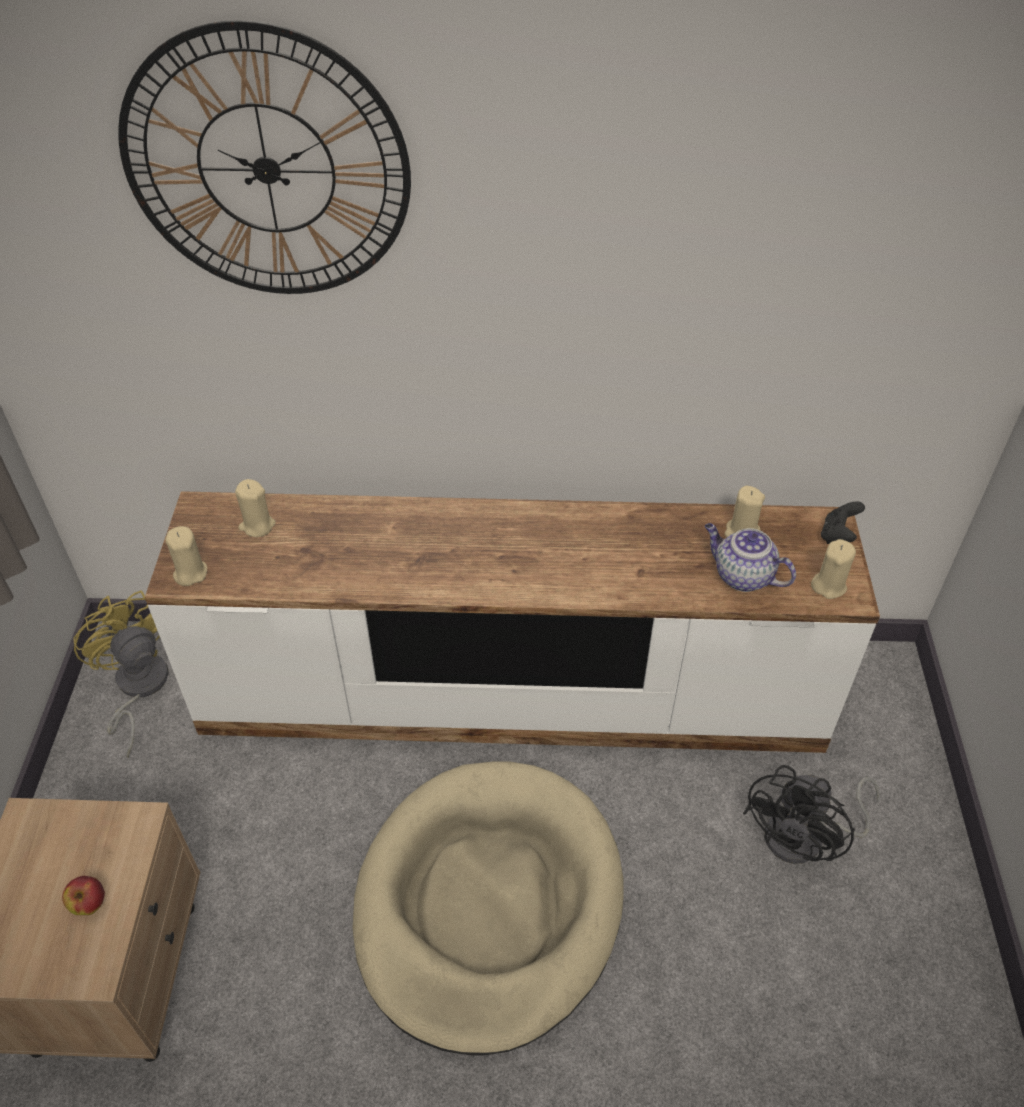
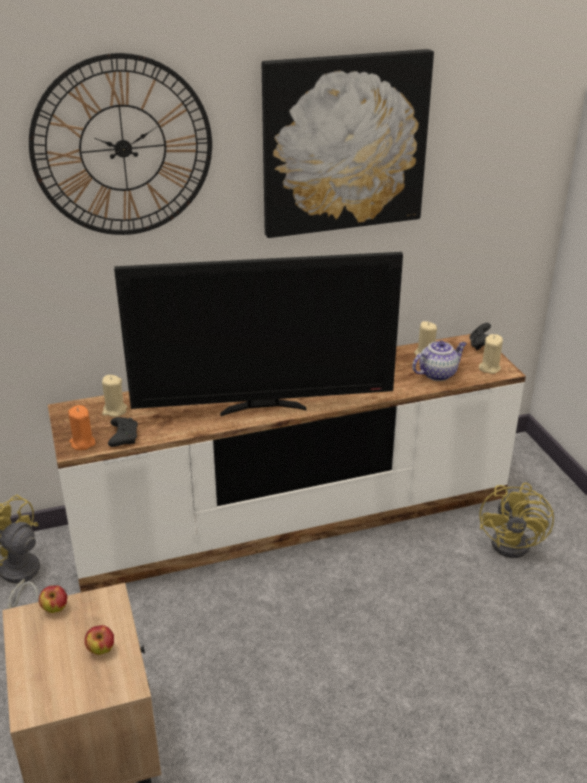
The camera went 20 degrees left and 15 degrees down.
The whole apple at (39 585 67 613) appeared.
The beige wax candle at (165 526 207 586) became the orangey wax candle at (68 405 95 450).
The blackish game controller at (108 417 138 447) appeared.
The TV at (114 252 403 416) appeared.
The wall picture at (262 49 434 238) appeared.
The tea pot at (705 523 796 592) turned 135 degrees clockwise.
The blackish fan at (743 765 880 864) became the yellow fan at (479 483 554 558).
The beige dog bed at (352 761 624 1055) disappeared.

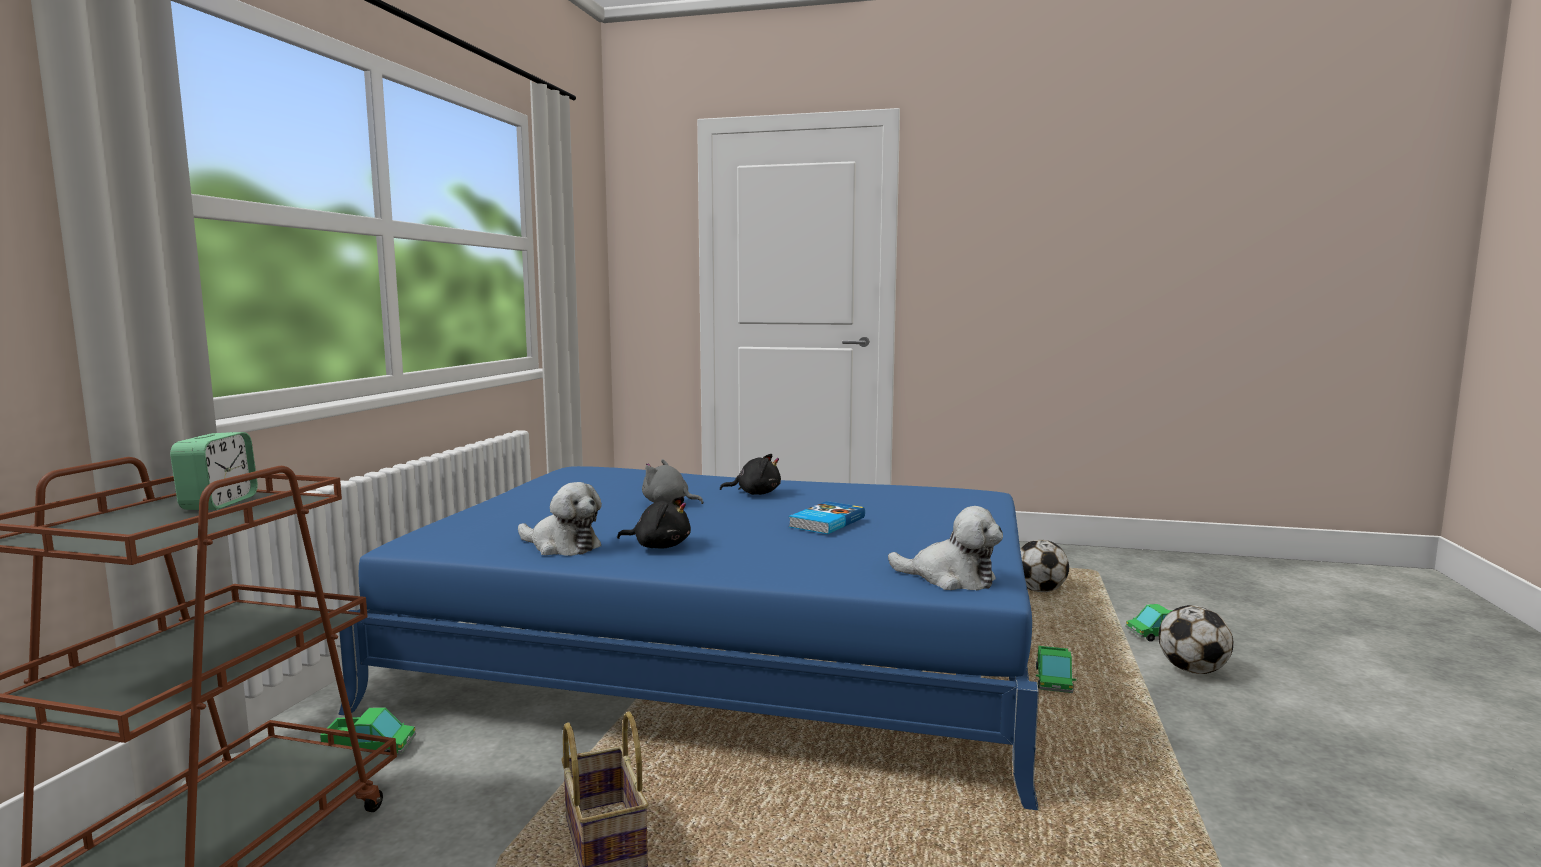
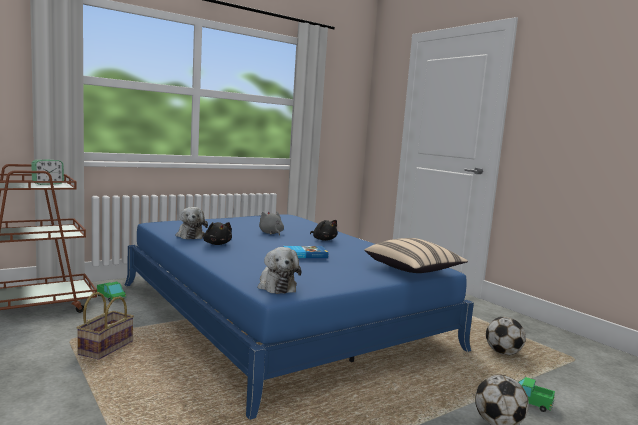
The camera went 40 degrees right and 0 degrees up.
The beige pillow at (364 238 468 273) appeared.
The toy truck at (1036 646 1076 693) disappeared.

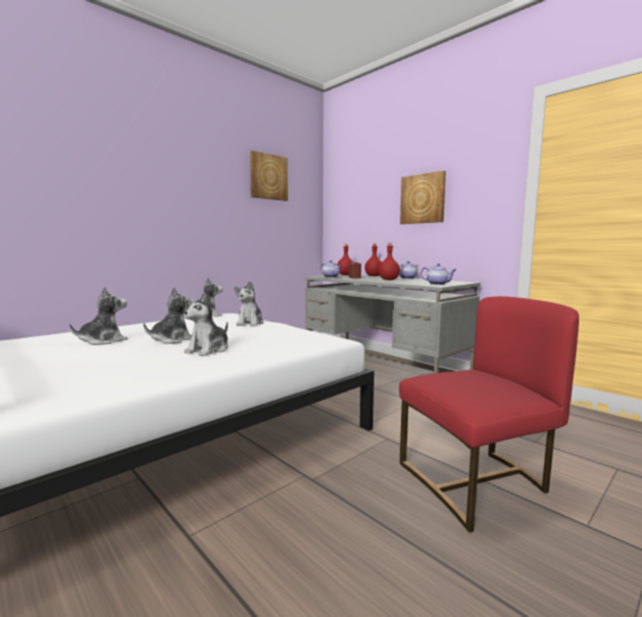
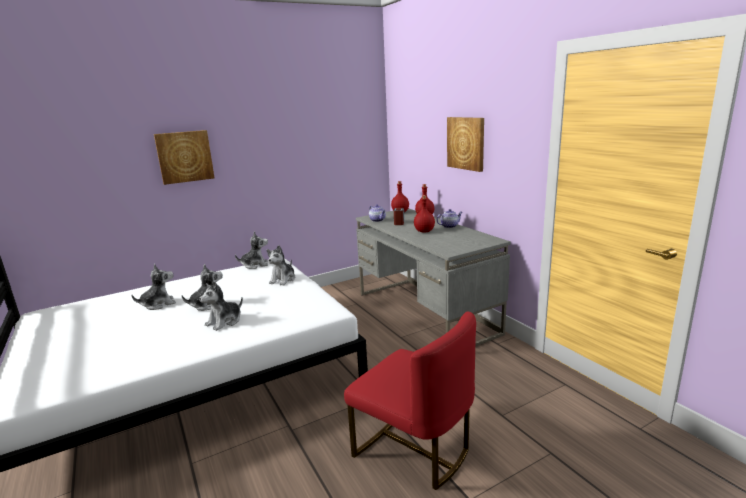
The camera went 15 degrees right and 10 degrees up.
The wall picture moved from (250 151 288 201) to (154 130 215 185).
The reddish chair at (399 296 579 533) turned 45 degrees clockwise.
The tea pot at (421 263 456 285) disappeared.

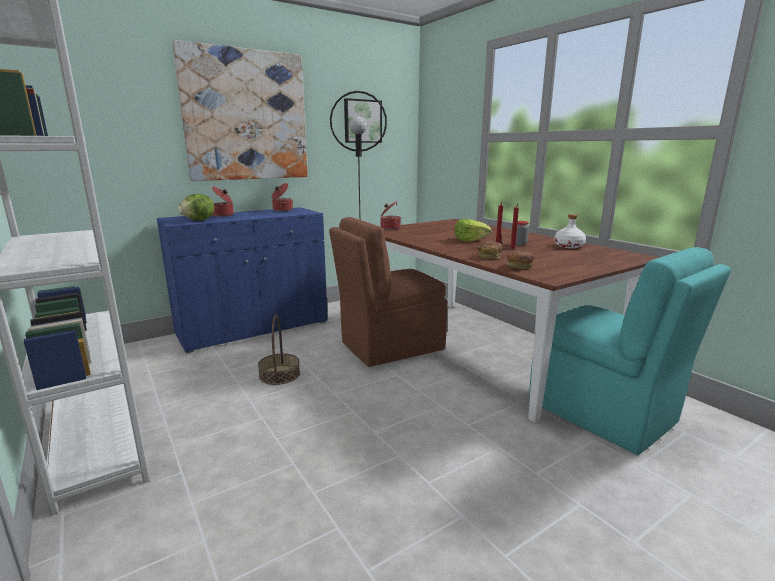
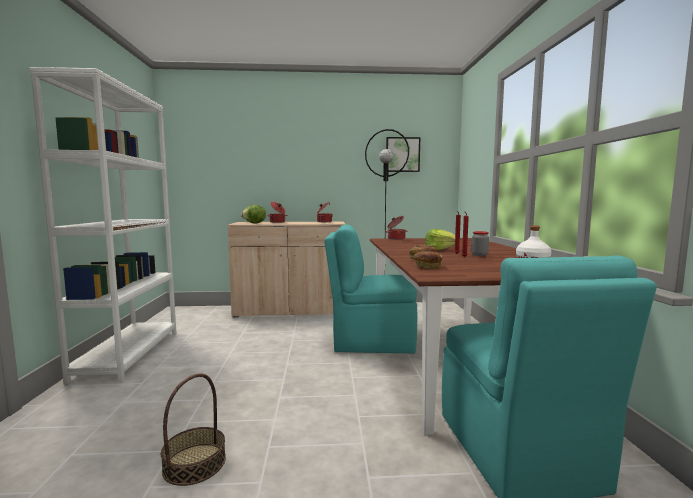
The camera went 30 degrees right and 10 degrees down.
The household basket moved from (258 315 300 385) to (161 373 226 486).
The blue cupboard at (157 207 328 353) became the beige cupboard at (228 222 346 318).
The brown chair at (329 217 447 367) became the blue-green chair at (324 225 417 354).
The wall picture at (172 40 308 181) disappeared.

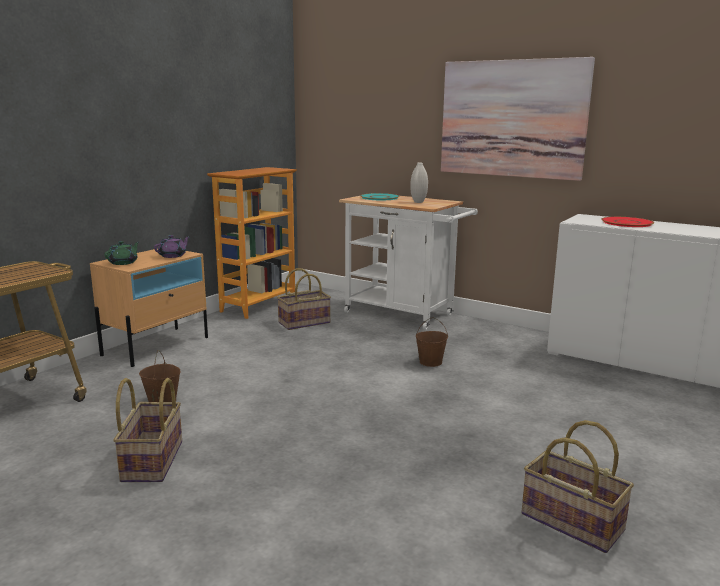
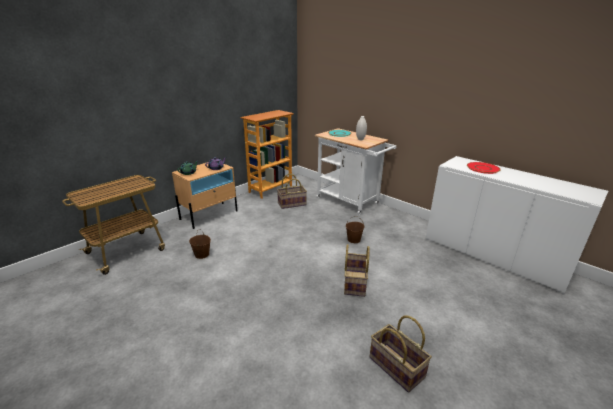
The camera went 10 degrees right and 10 degrees up.
The household basket moved from (113 378 182 482) to (344 244 370 297).
The wall picture at (441 57 595 181) disappeared.

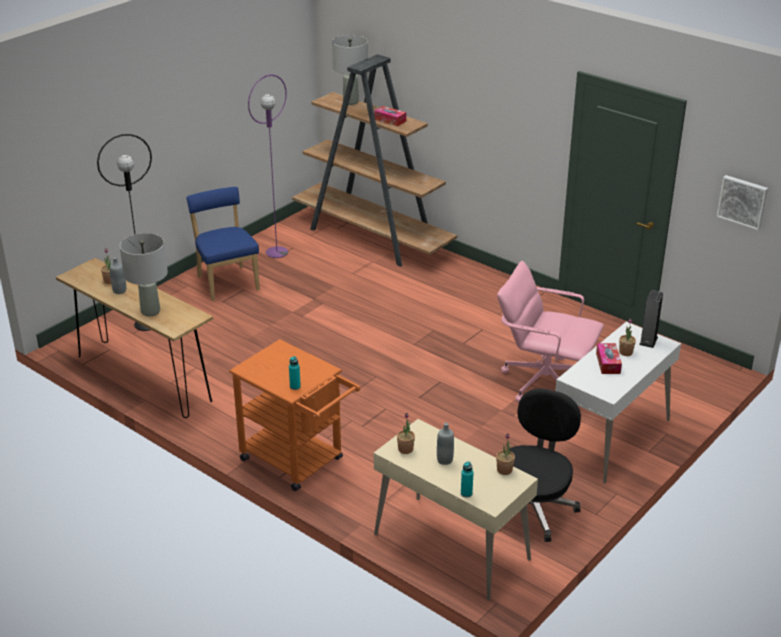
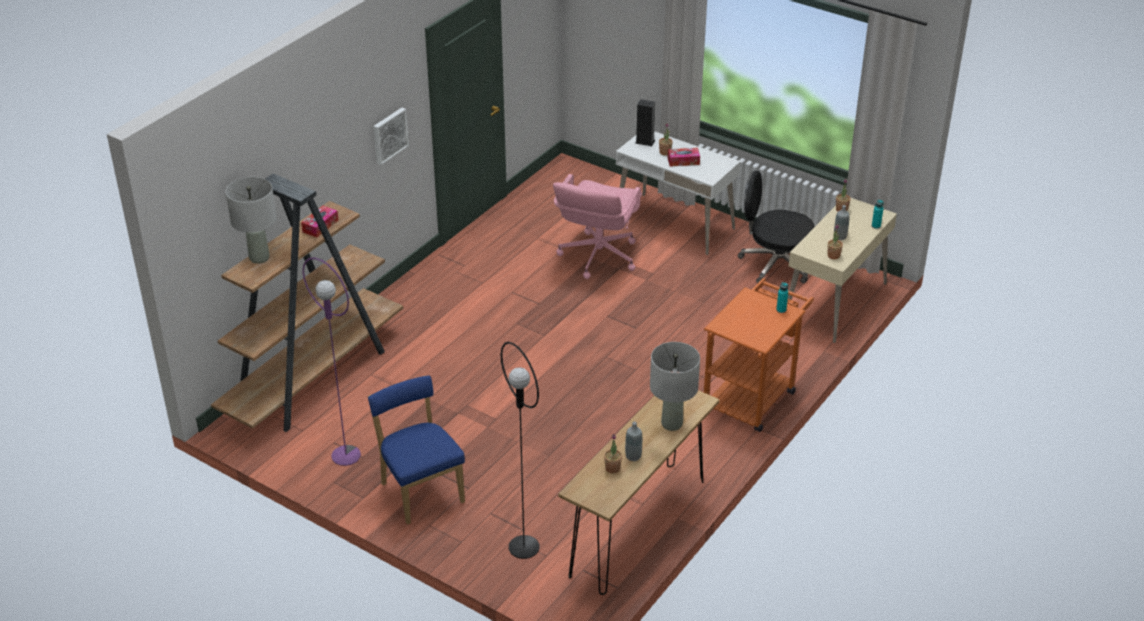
The camera went 95 degrees left and 5 degrees up.
The blue chair at (187 187 260 301) turned 90 degrees clockwise.
The wall picture moved from (717 175 768 230) to (374 108 409 165).

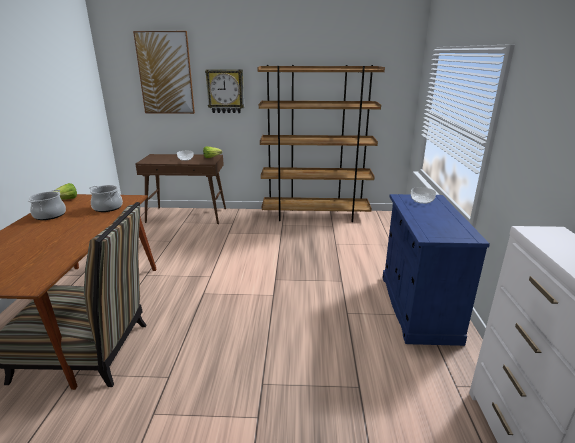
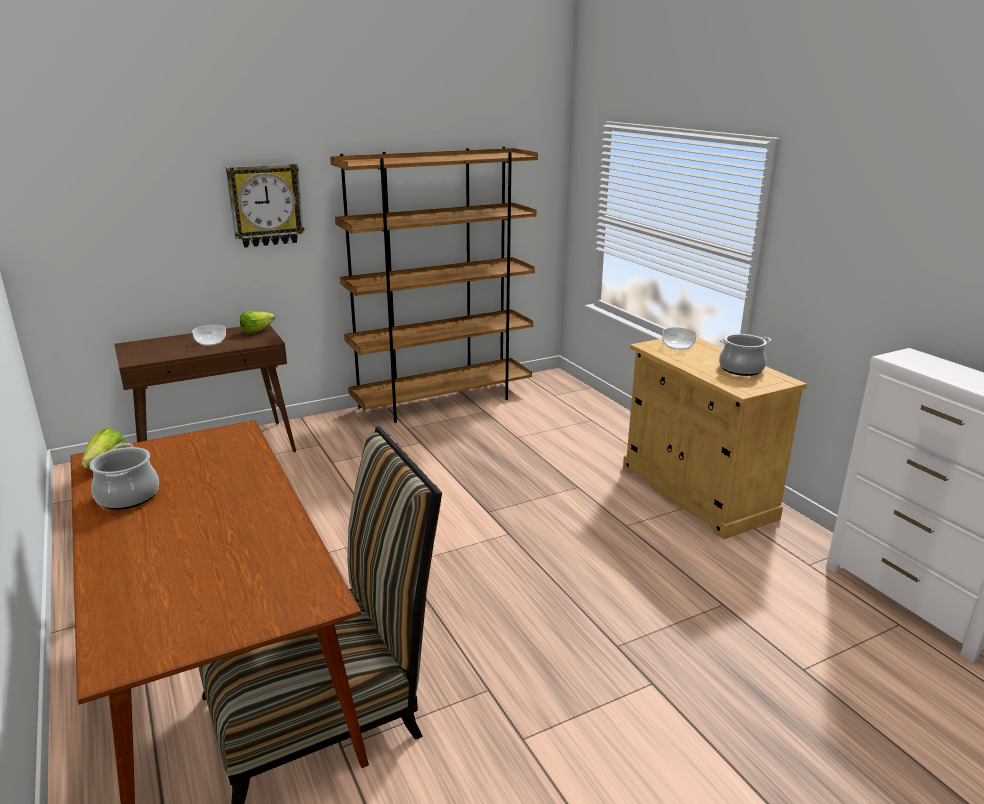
The camera went 30 degrees left and 0 degrees up.
The blue cupboard at (382 194 490 346) became the beige cupboard at (623 337 807 539).
The cooking pot moved from (90 185 123 212) to (719 334 771 376).
The wall picture at (133 31 195 114) disappeared.

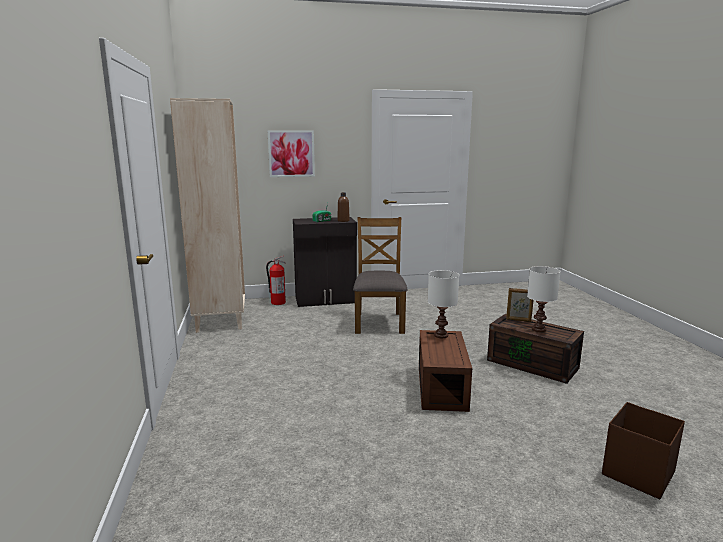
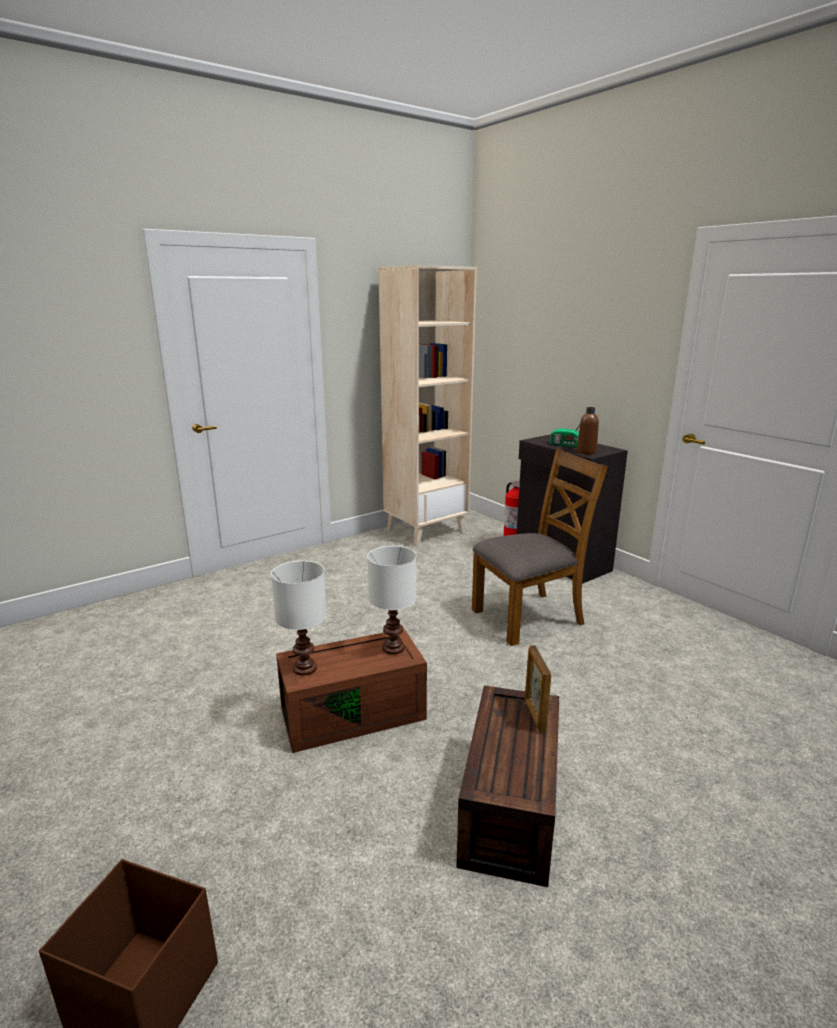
The camera went 65 degrees right and 5 degrees up.
The white-coloured table lamp moved from (527 266 561 332) to (271 561 327 676).
The wall picture at (267 130 315 177) disappeared.

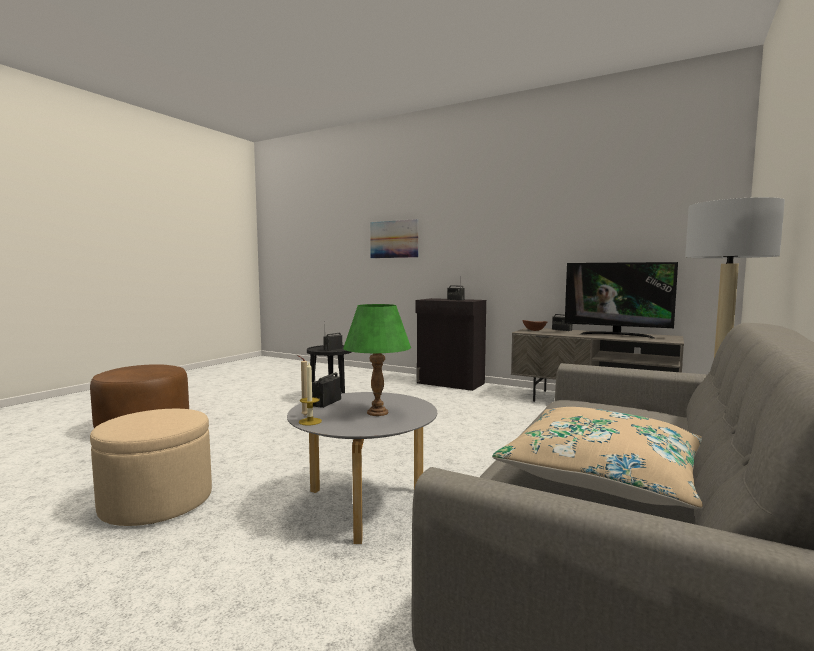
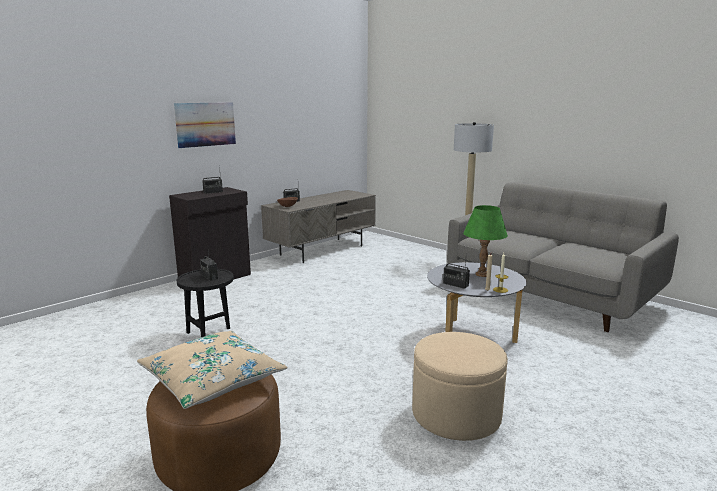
The camera went 75 degrees left and 10 degrees up.
The beige pillow moved from (492 407 703 509) to (137 331 287 409).
The wall picture moved from (370 219 418 258) to (174 102 236 148).
The TV at (565 262 678 338) disappeared.

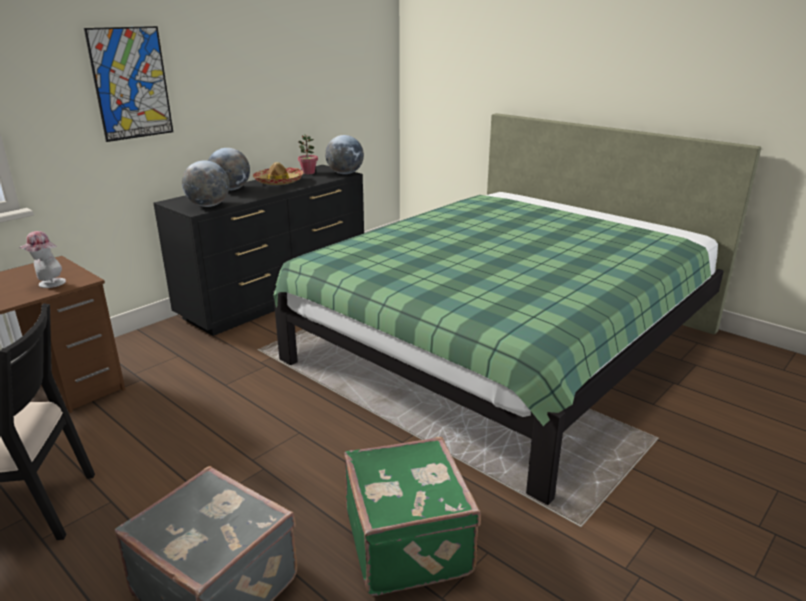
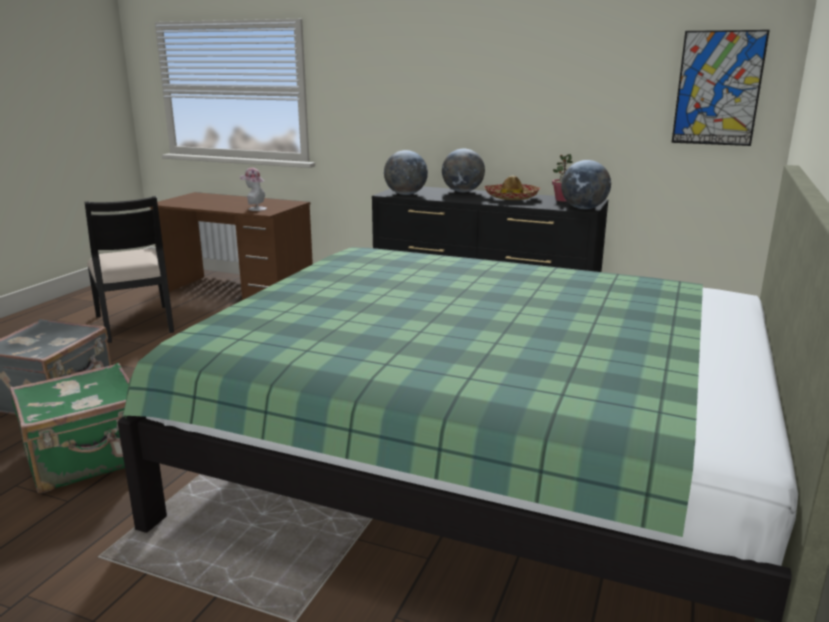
The camera went 70 degrees right and 5 degrees down.
The wall picture moved from (84 26 173 142) to (672 30 770 146).

